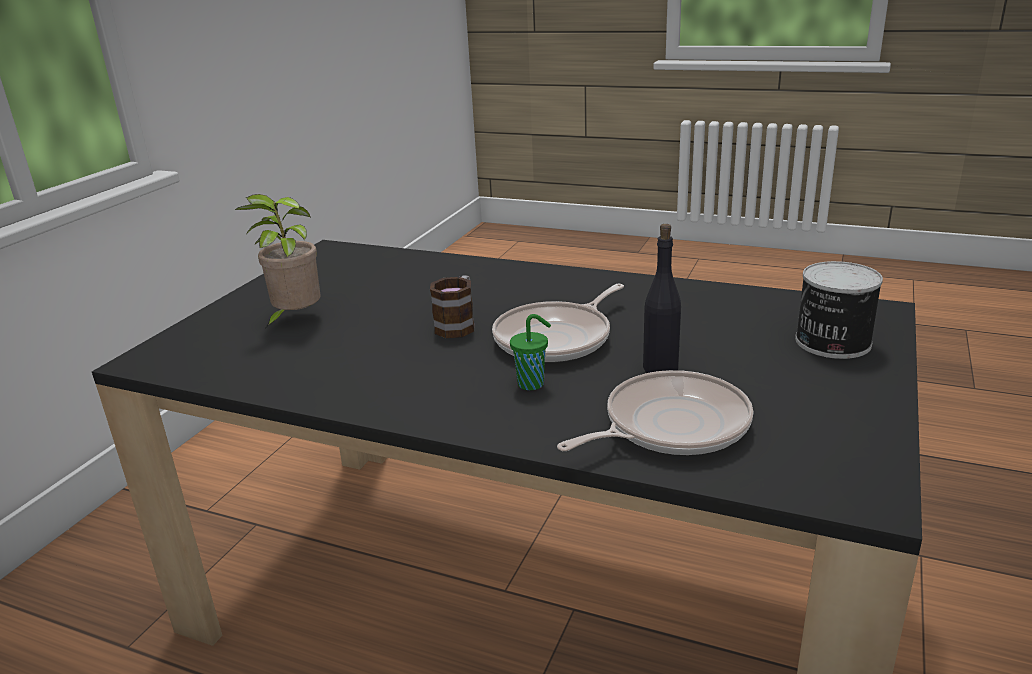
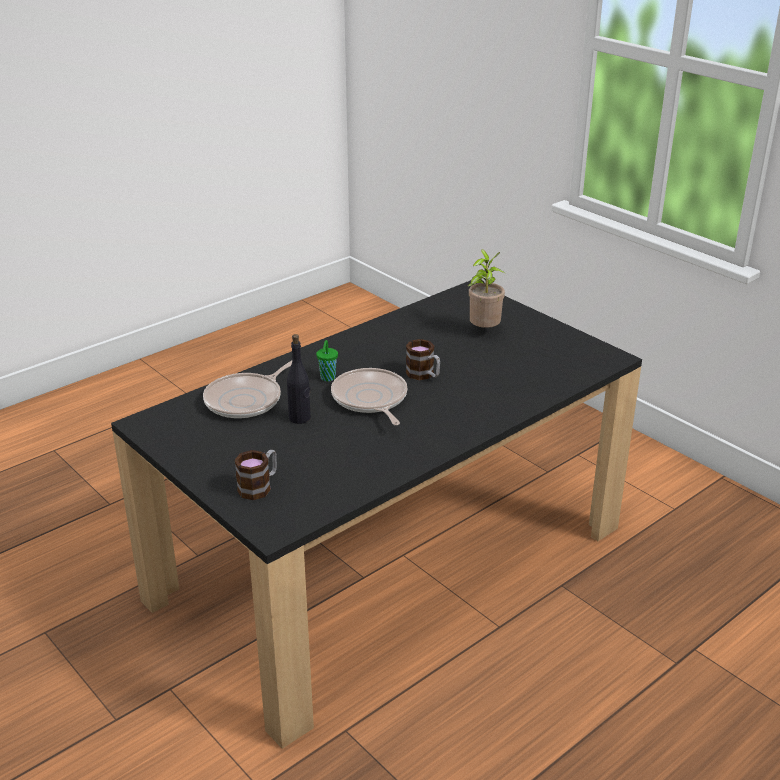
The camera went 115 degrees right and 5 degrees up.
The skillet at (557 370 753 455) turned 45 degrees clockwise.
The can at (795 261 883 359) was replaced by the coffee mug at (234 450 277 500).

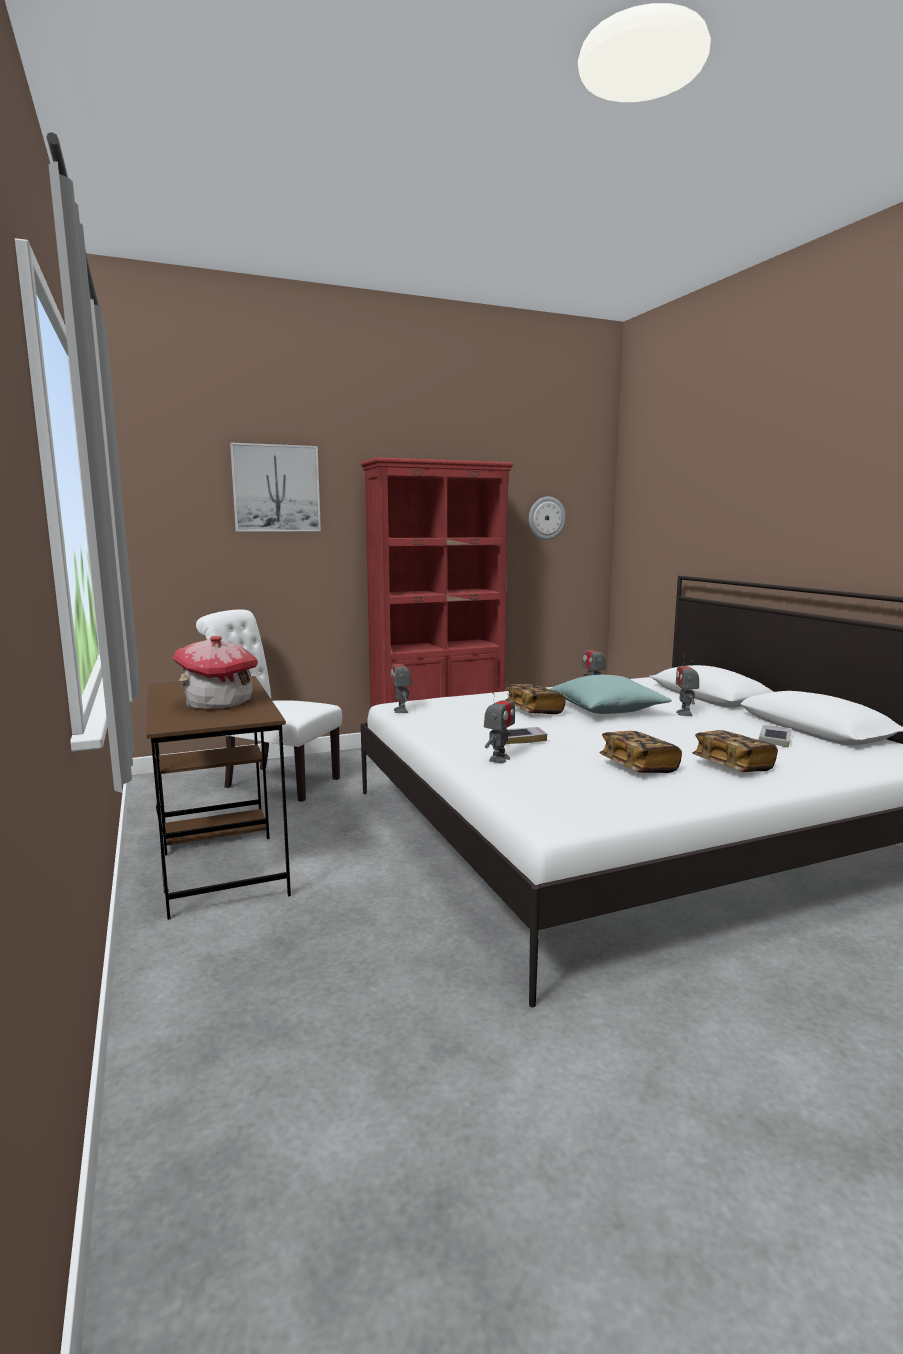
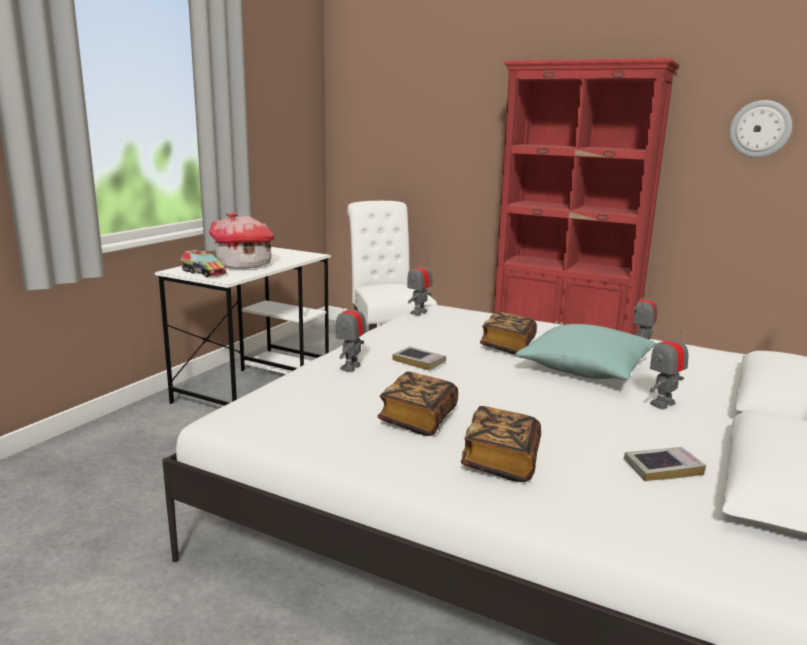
The camera went 50 degrees right and 5 degrees up.
The brown desk at (147 676 291 920) became the white-coloured desk at (155 247 331 406).
The toy truck at (181 250 227 277) appeared.
The robot figure at (484 687 515 763) turned 120 degrees clockwise.
The wall picture at (230 443 321 532) disappeared.

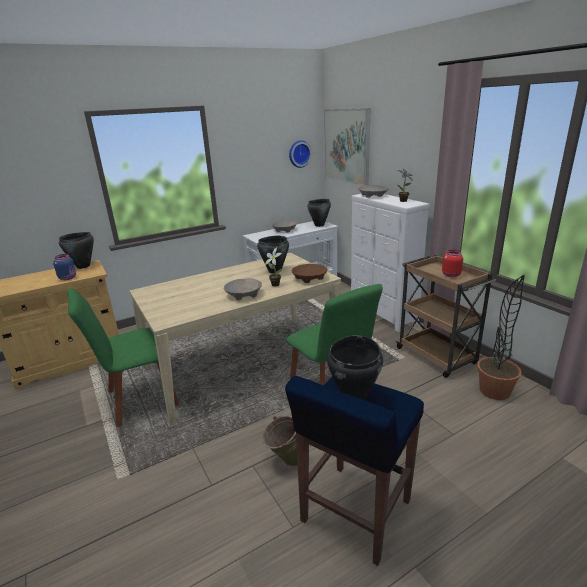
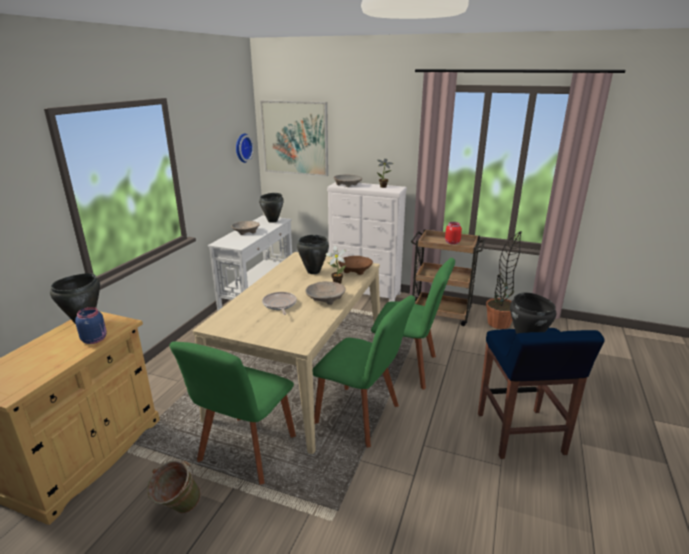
The camera went 40 degrees left and 0 degrees up.
The greenish pail moved from (262 415 298 466) to (147 460 201 513).
The skillet at (262 292 297 315) appeared.
The greenish chair at (313 295 415 448) appeared.

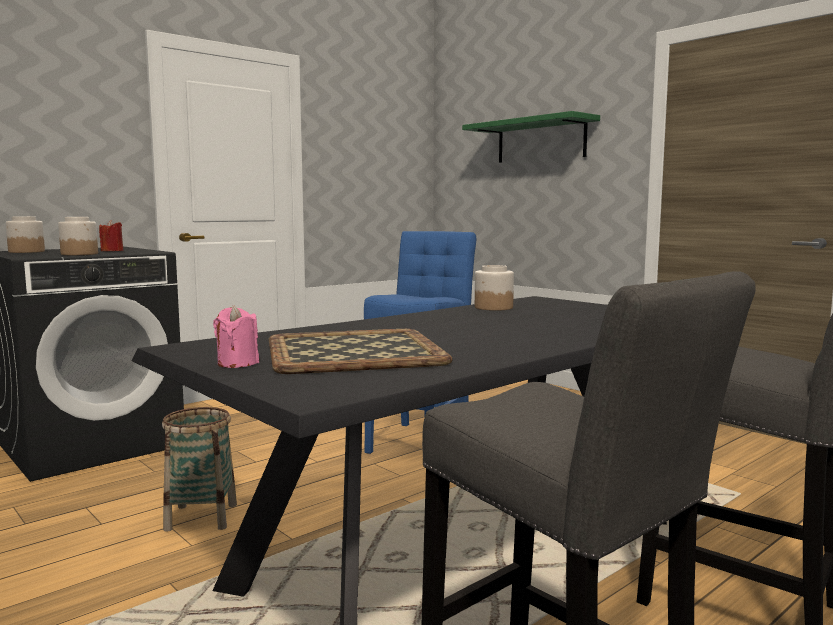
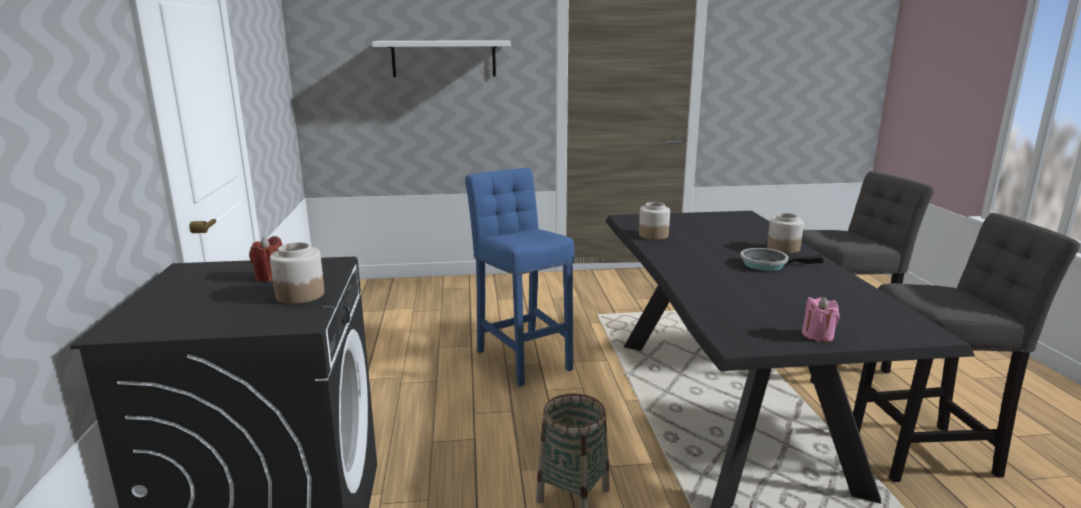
The camera went 55 degrees left and 10 degrees up.
The greenish shelf at (462 111 600 163) became the white-coloured shelf at (372 40 511 77).
The skillet at (741 248 824 271) appeared.
The jar moved from (6 216 45 253) to (767 213 804 253).
The carrying tray at (269 329 453 374) disappeared.

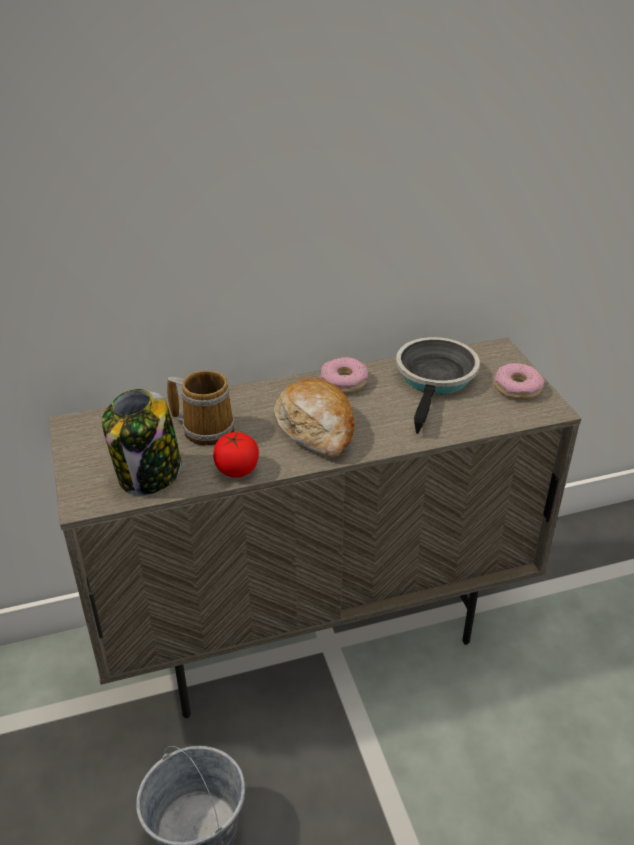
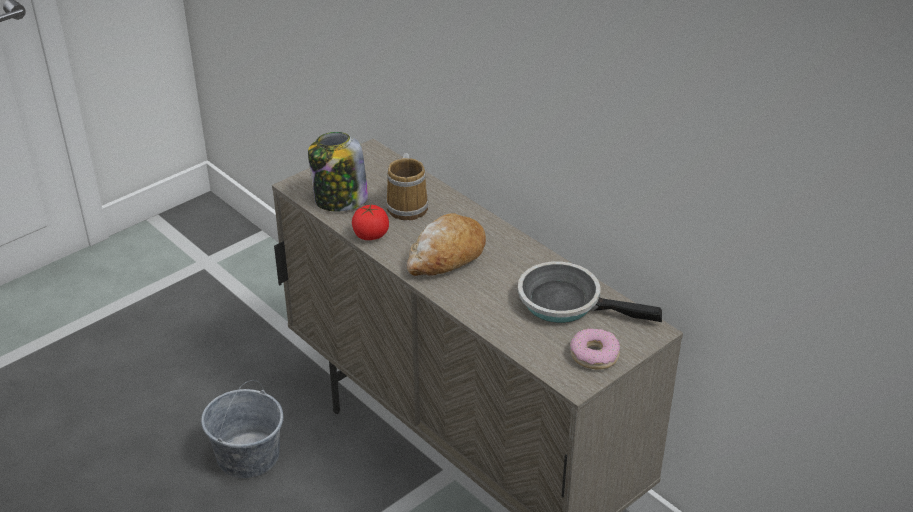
The camera went 65 degrees right and 0 degrees up.
The skillet at (396 337 480 434) turned 150 degrees counterclockwise.
The doughnut at (321 357 368 393) disappeared.

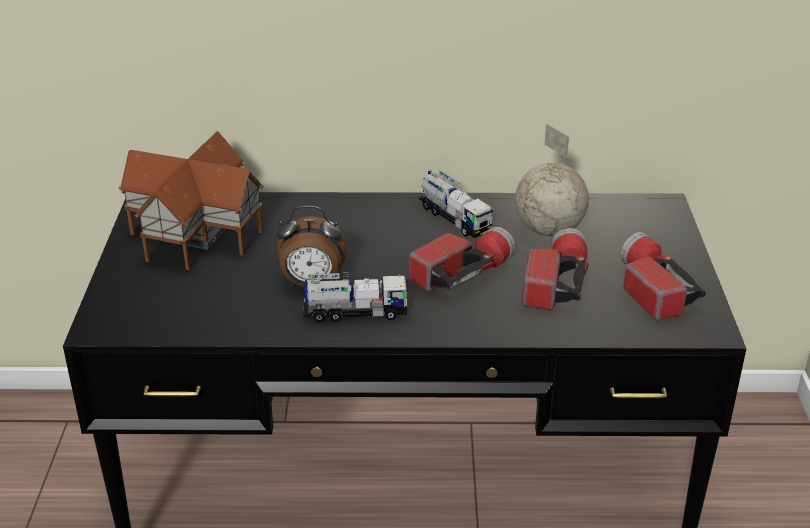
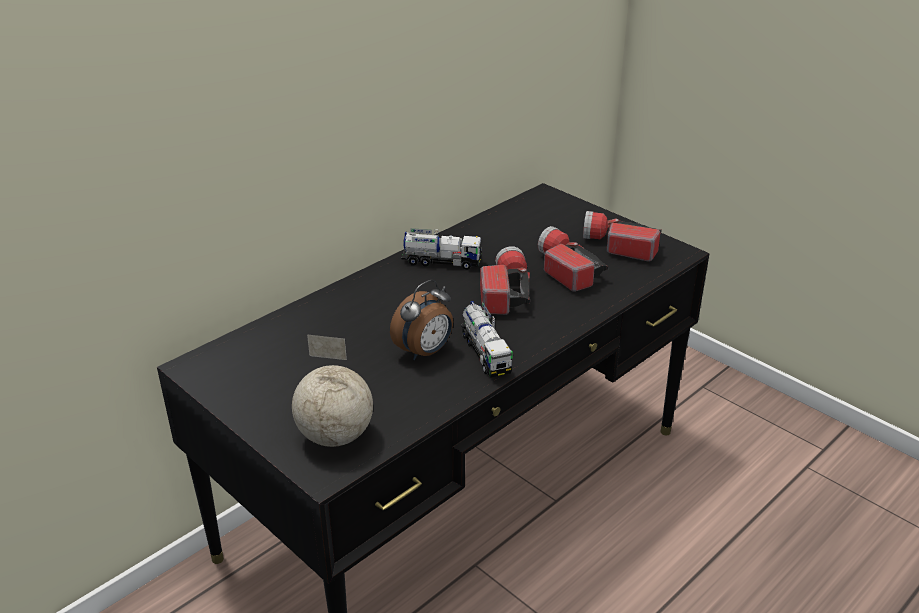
The camera went 45 degrees left and 0 degrees up.
The world globe moved from (515 124 589 236) to (292 335 373 447).
The toy truck at (303 272 409 323) turned 120 degrees clockwise.
The model house at (118 131 263 270) disappeared.

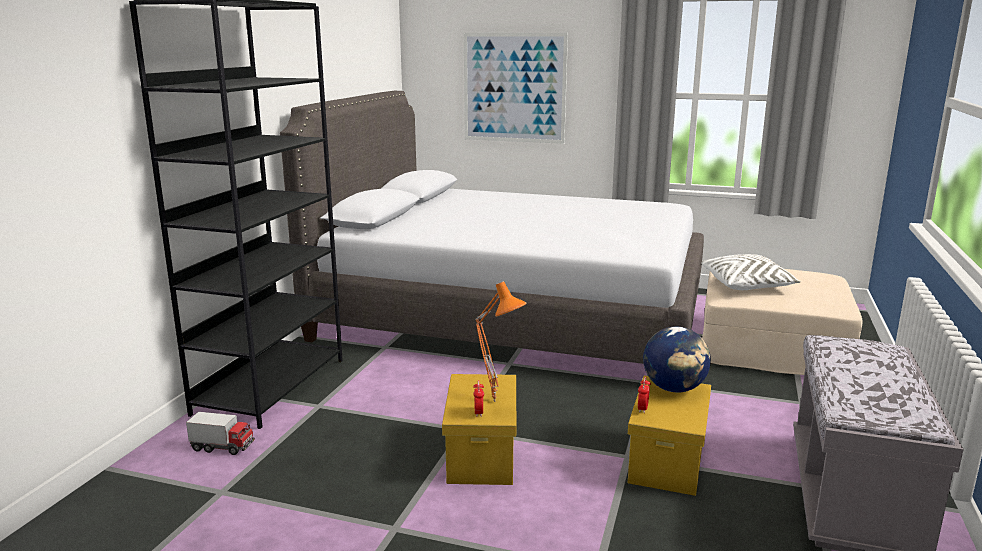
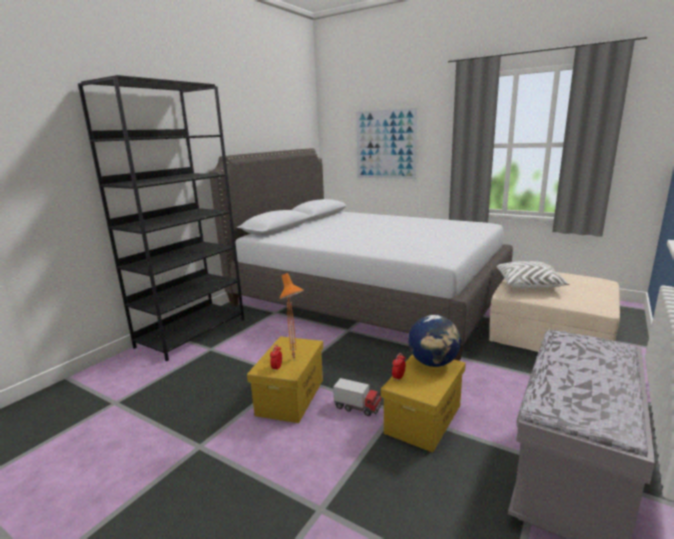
The camera went 15 degrees right and 0 degrees up.
The toy truck moved from (186 412 255 455) to (333 378 382 416).

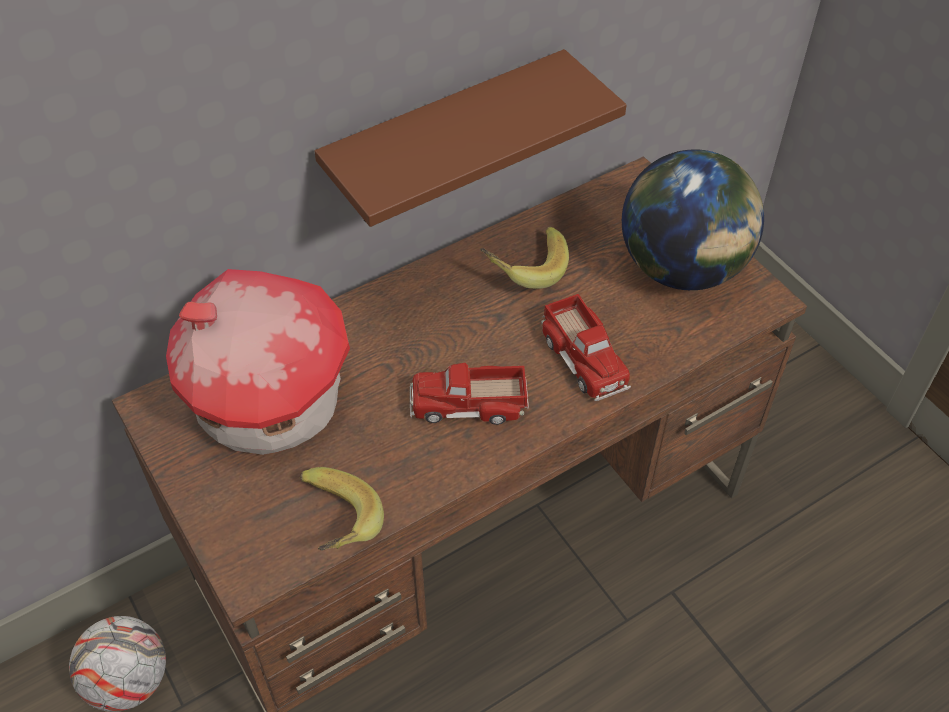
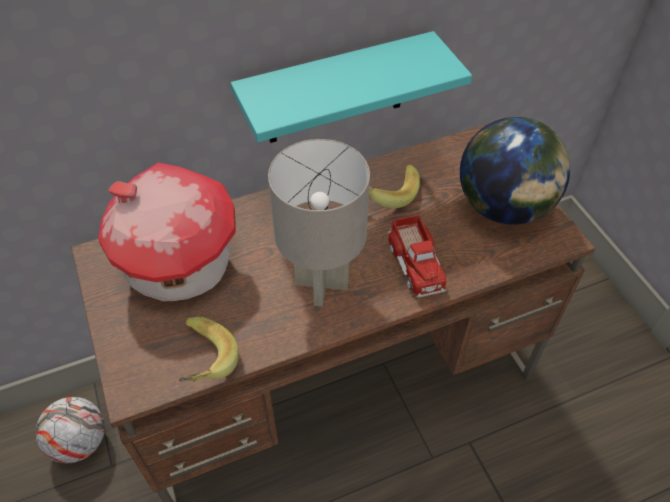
The camera went 10 degrees right and 0 degrees up.
The brown shelf at (315 49 627 227) became the blue-green shelf at (231 31 472 143).
The toy truck at (410 363 529 425) was replaced by the gray table lamp at (268 139 370 306).

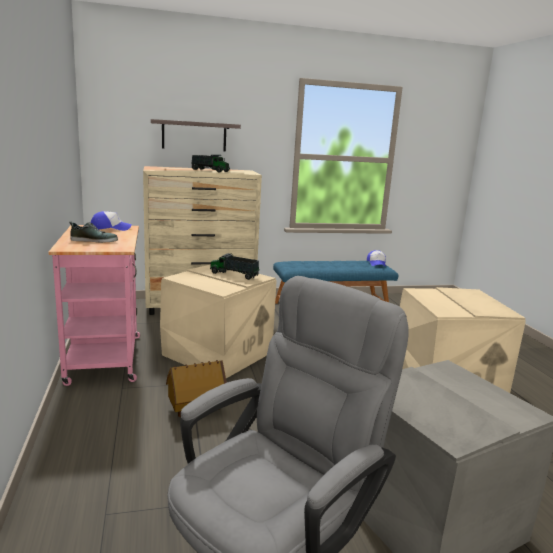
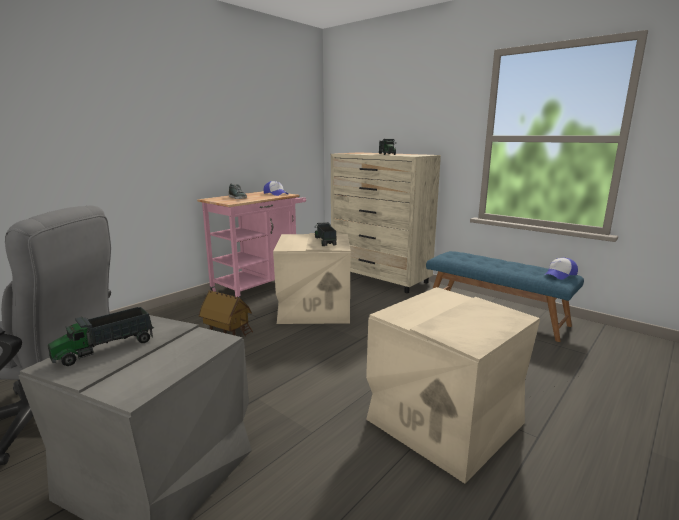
The camera went 55 degrees right and 0 degrees up.
The toy truck at (48 307 154 366) appeared.
The shelf at (151 119 241 152) disappeared.

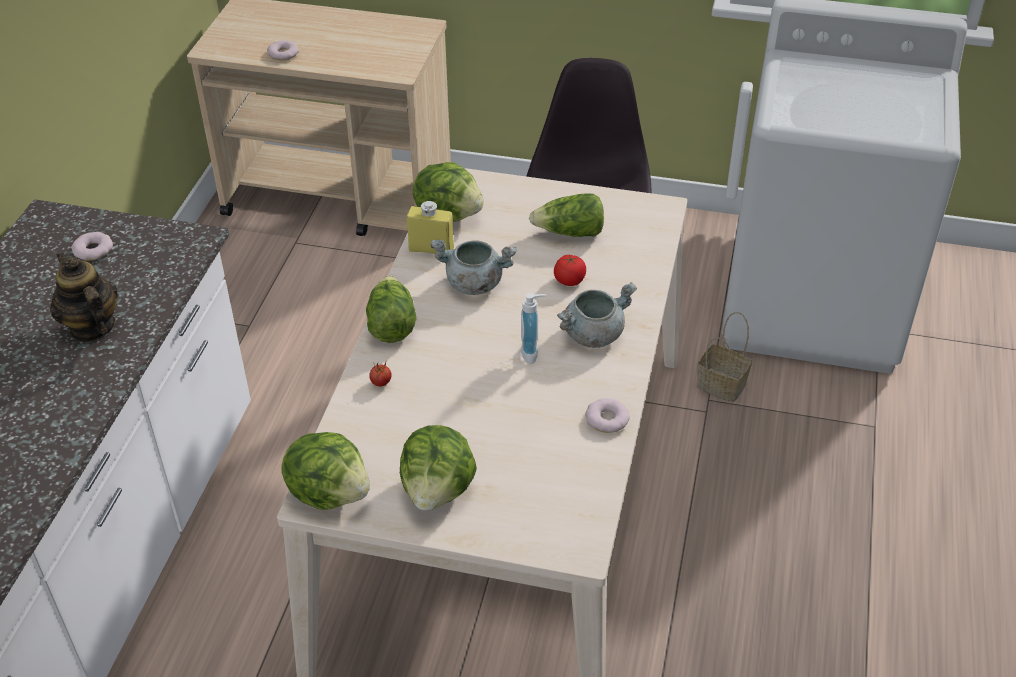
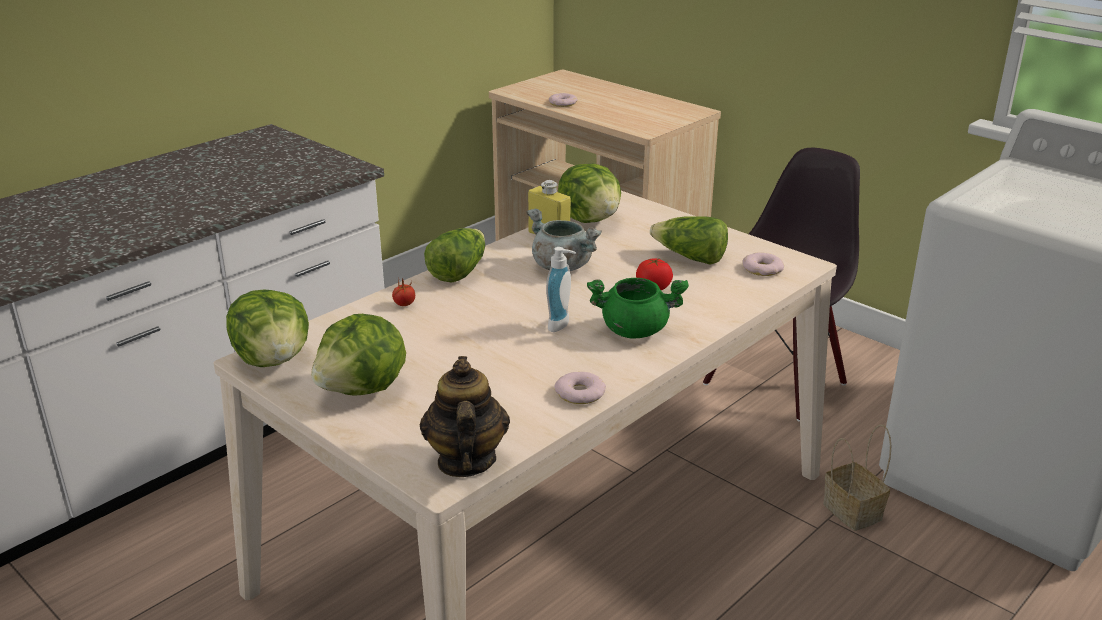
The camera went 30 degrees right and 15 degrees down.
The tea pot moved from (50 252 118 342) to (420 356 510 477).
The gray cooking pot at (557 282 637 348) became the greenish cooking pot at (587 278 689 338).
The doughnut moved from (71 232 113 260) to (742 252 784 276).

